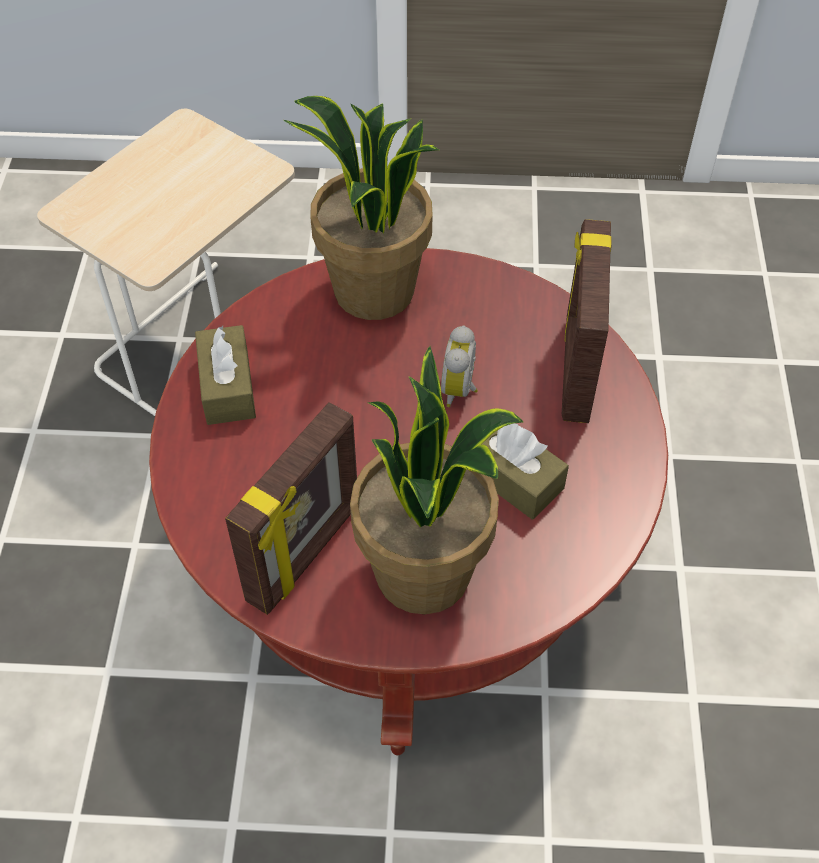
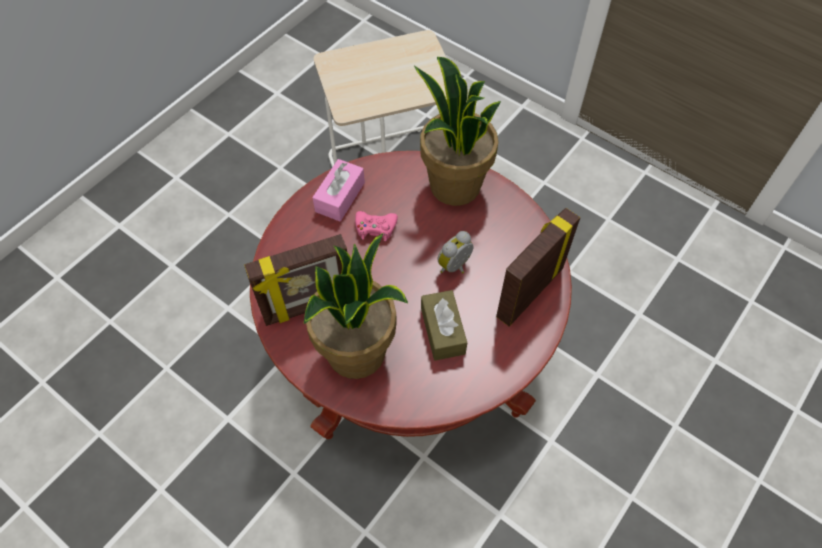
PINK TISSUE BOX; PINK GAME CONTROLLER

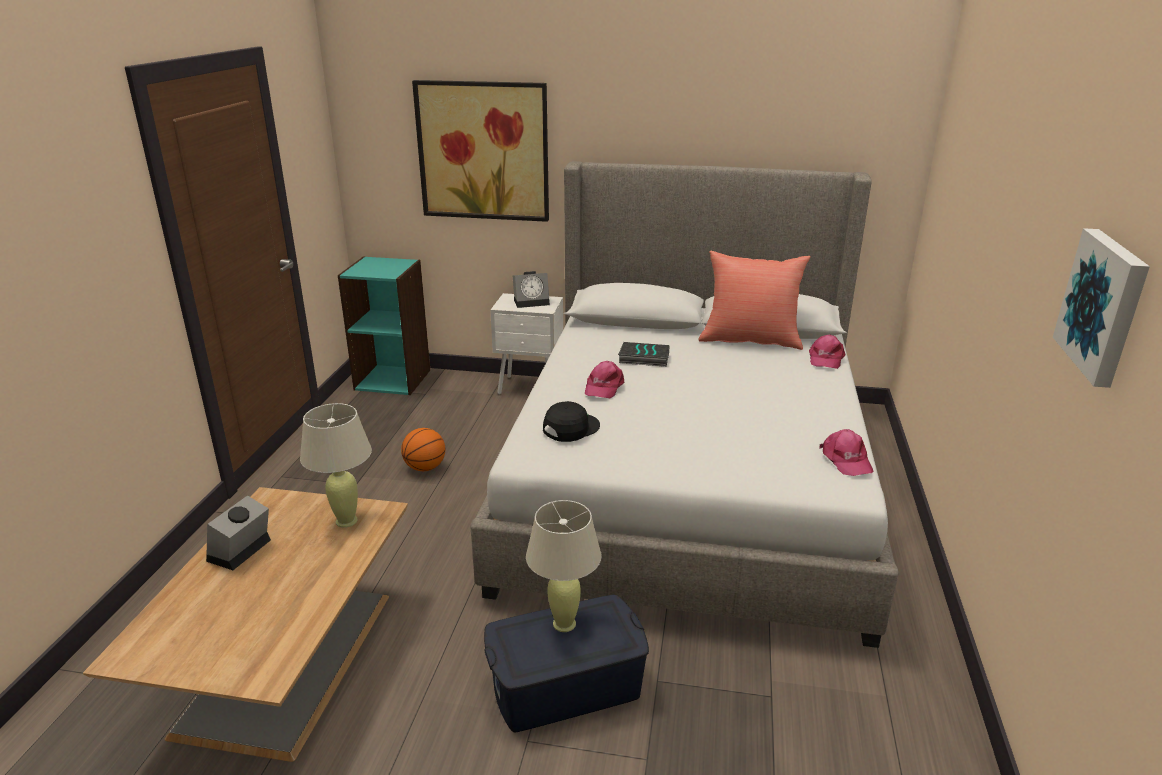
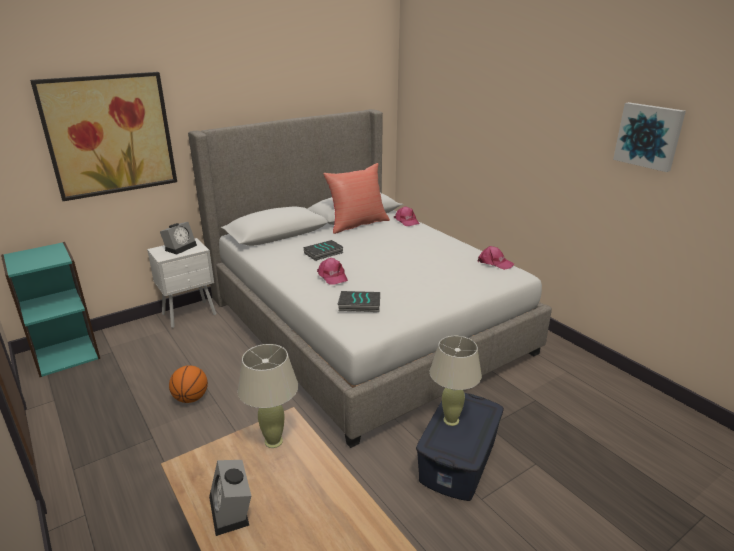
BOOK (no. 2 from left)

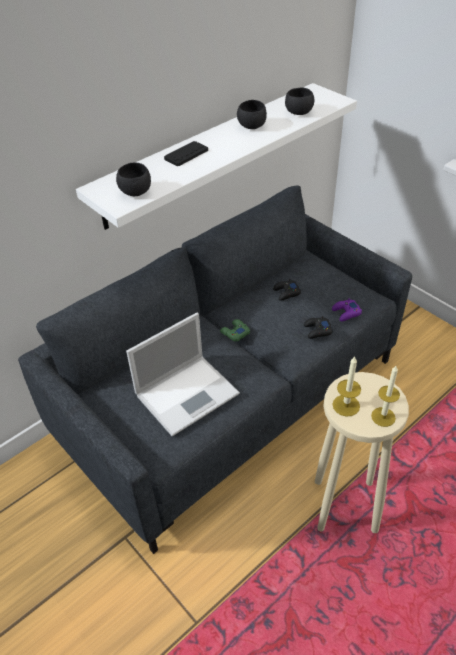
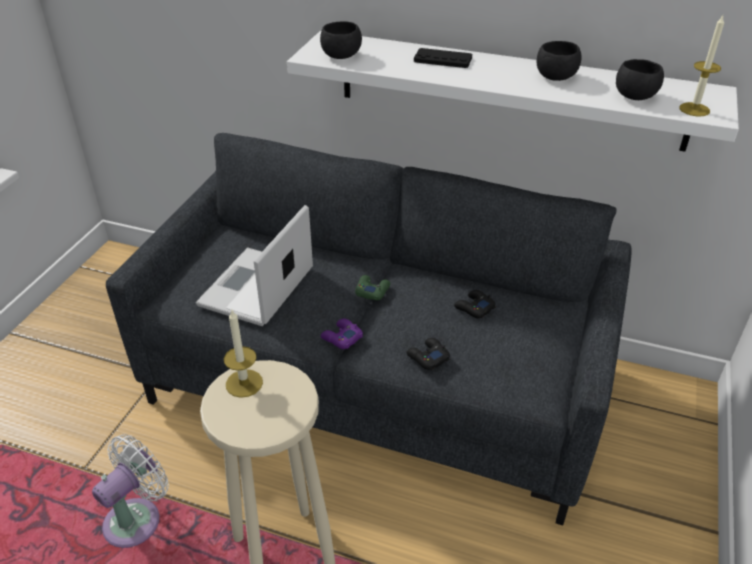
LAPTOP; PURPLE GAME CONTROLLER; CANDLE (no. 2 from left); WHITE FAN

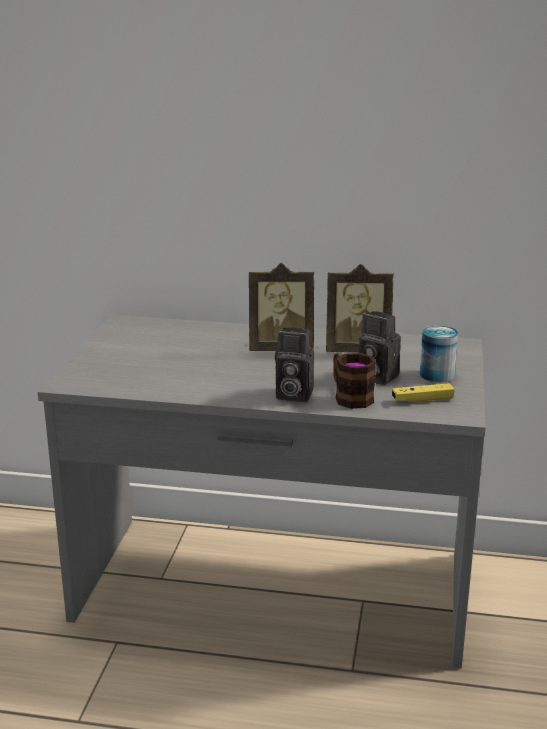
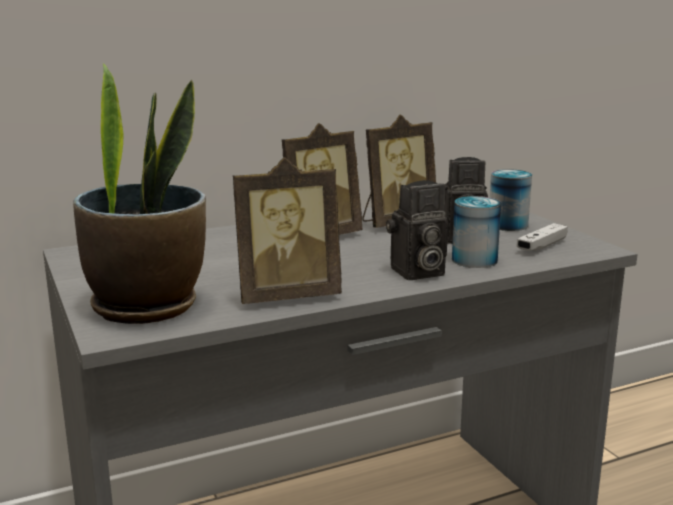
CAN (no. 1 from left); WHITE GAME CONTROLLER; POTTED PLANT; PICTURE FRAME (no. 1 from left)

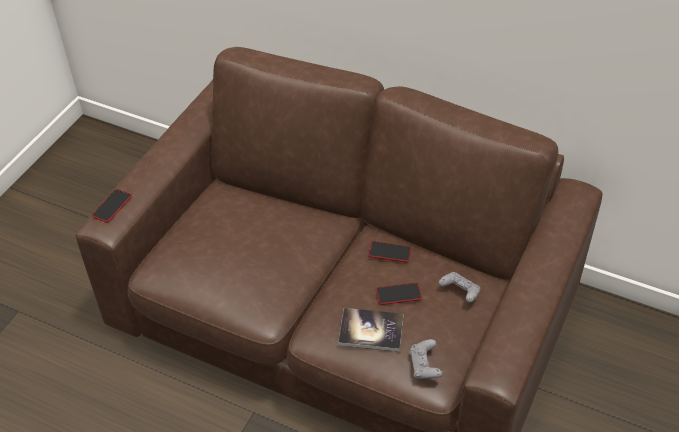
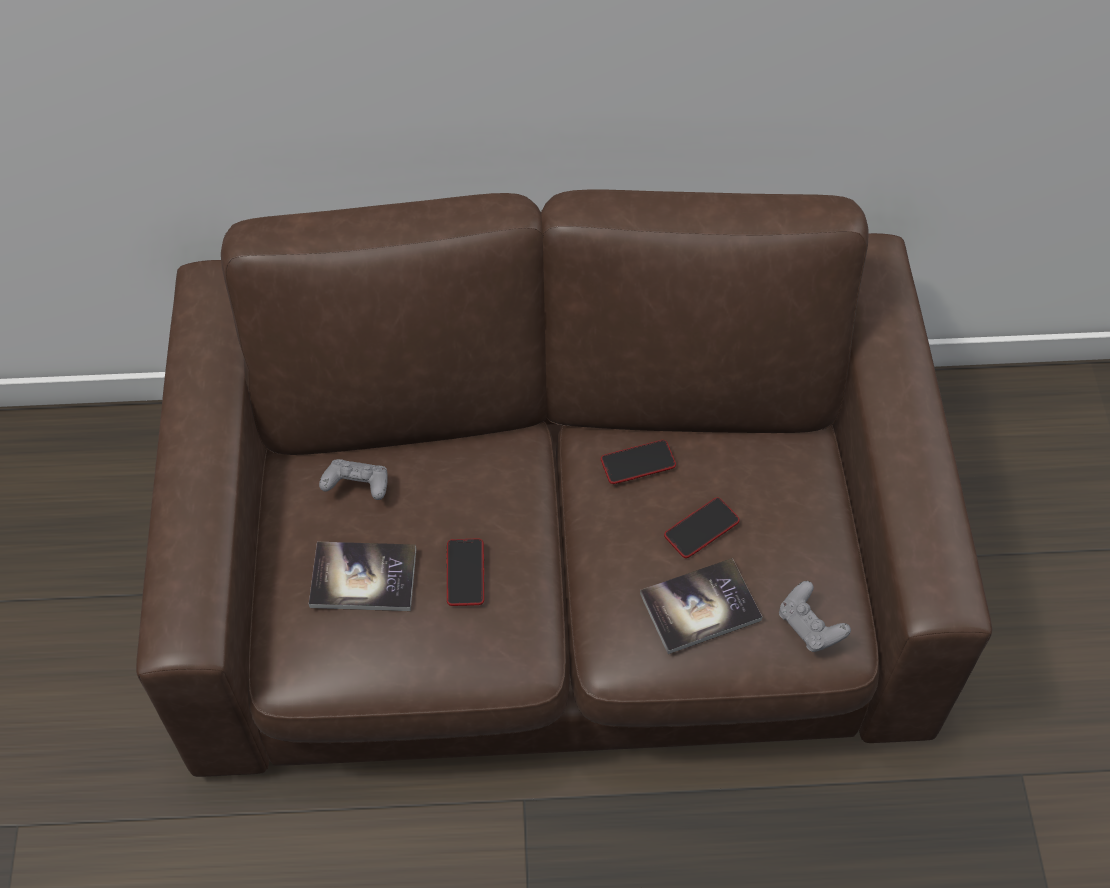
PHONE (no. 1 from left); GREY GAME CONTROLLER (no. 1 from left); BOOK (no. 1 from left)

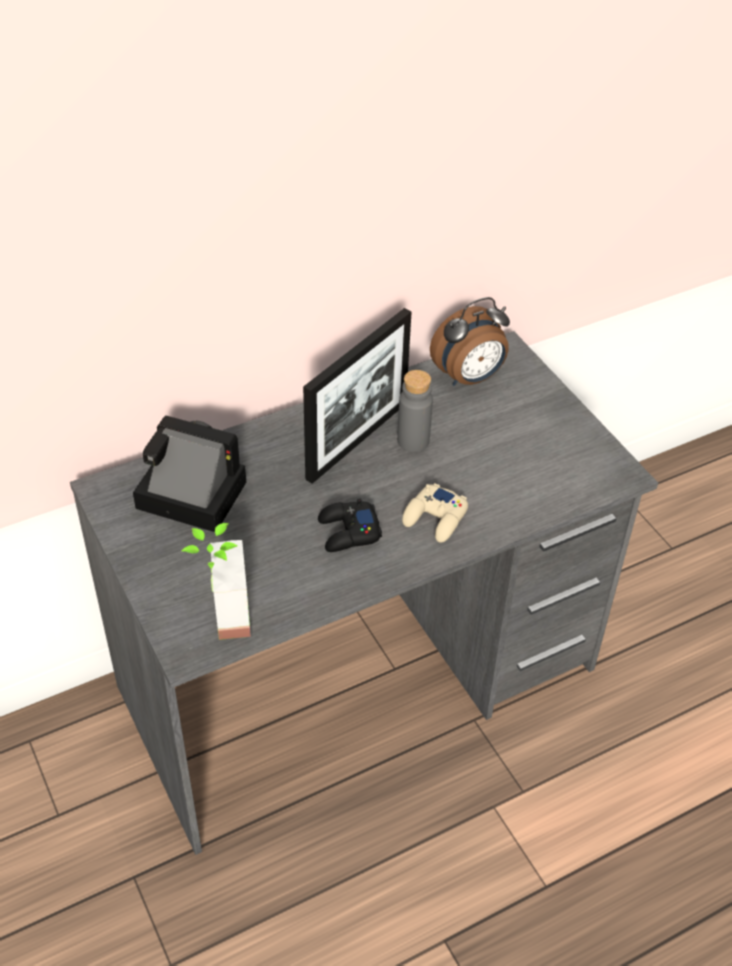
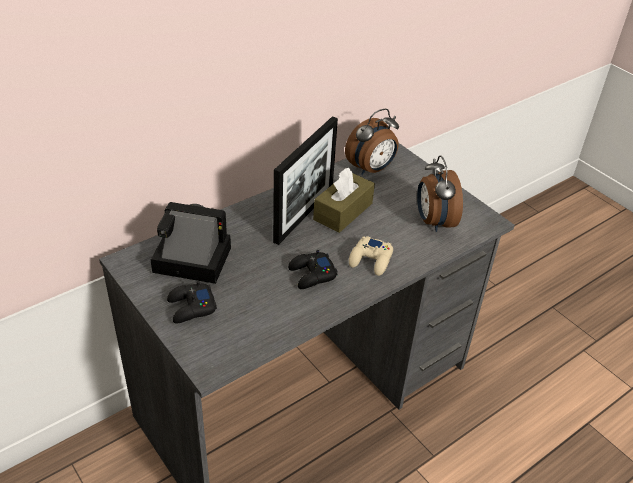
POTTED PLANT; BROWN TISSUE BOX; BLACK GAME CONTROLLER (no. 1 from left); ALARM CLOCK (no. 2 from left)

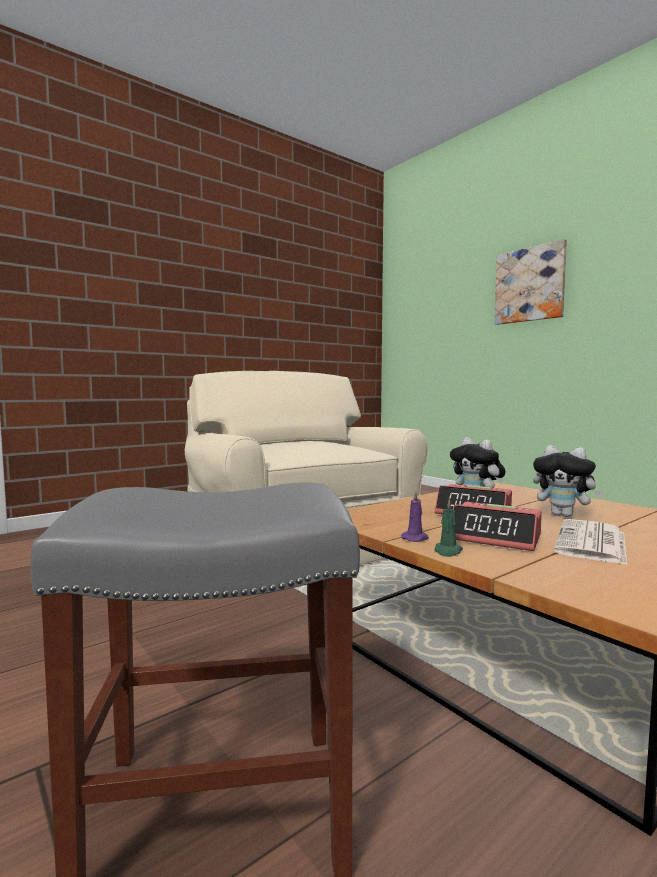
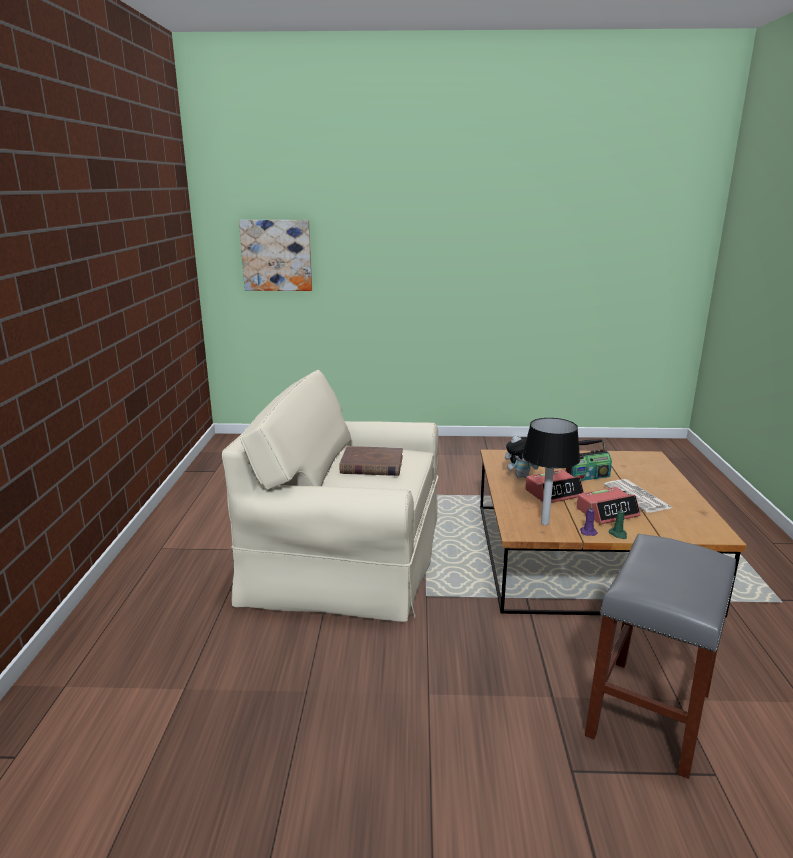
PICTURE; RADIO; BROWN BOOK; TABLE LAMP

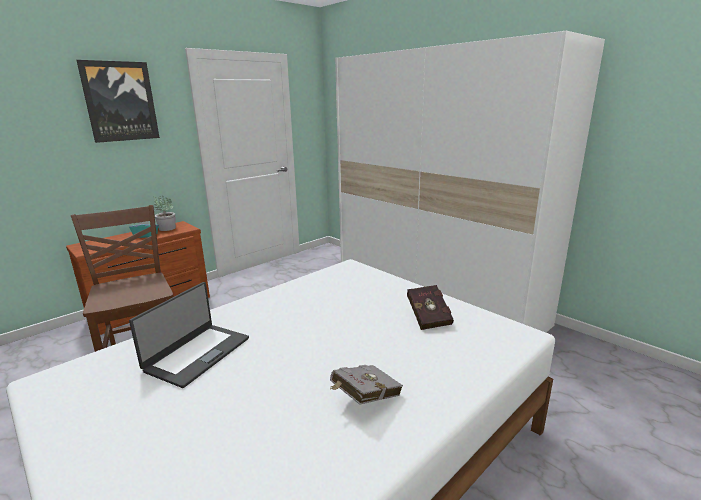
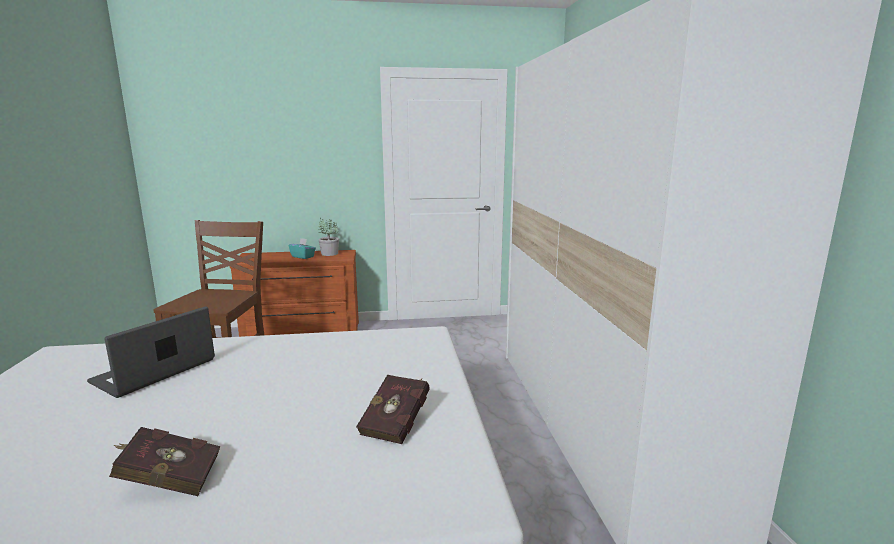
PICTURE; LAPTOP; RED BOOK (no. 1 from left)

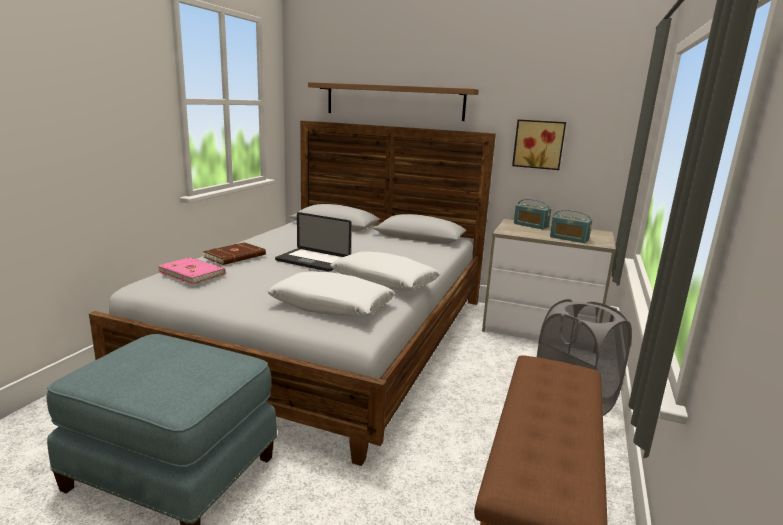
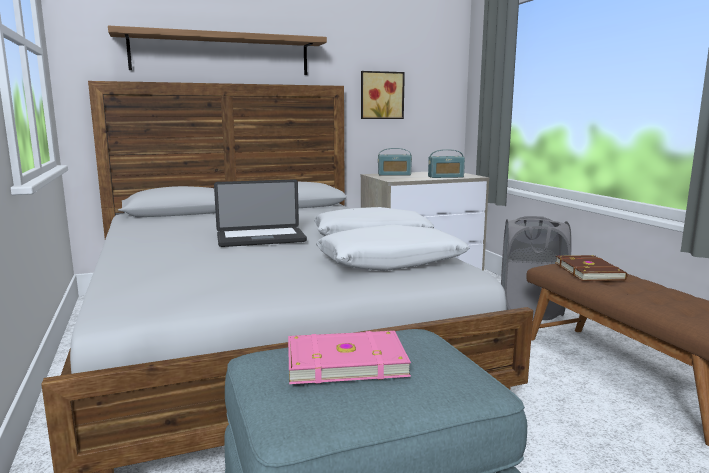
PINK BOOK; BROWN BOOK

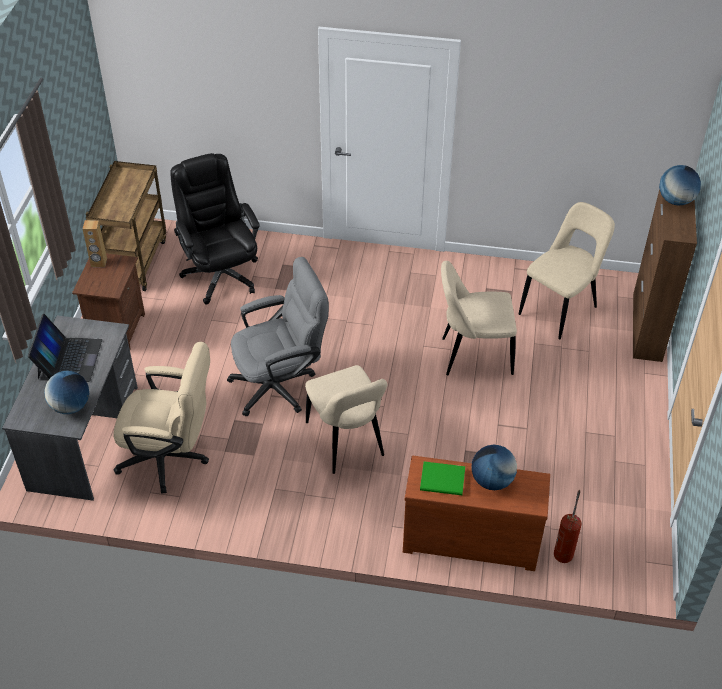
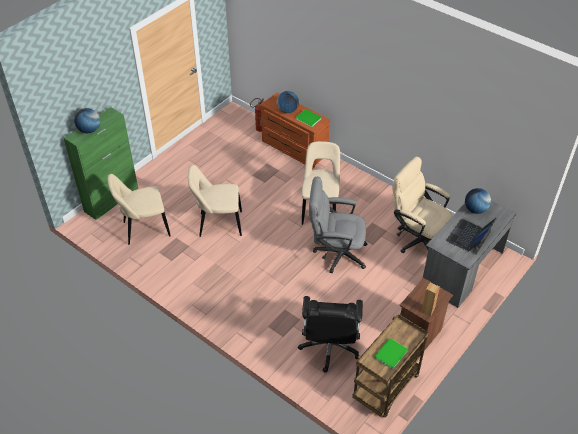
BEIGE CHAIR (no. 2 from left); GREEN CABINET; GREEN BOOK (no. 2 from left)

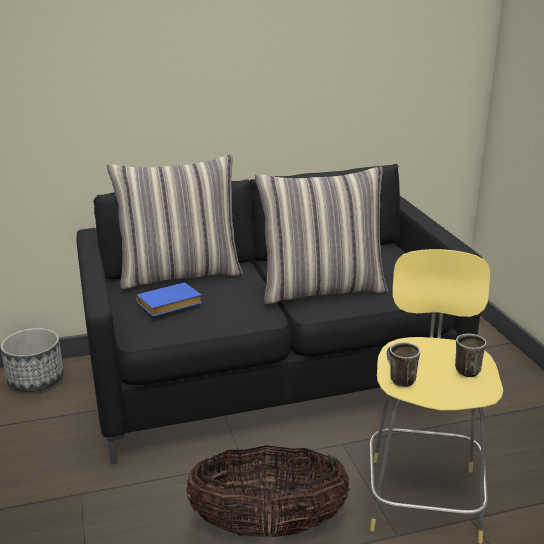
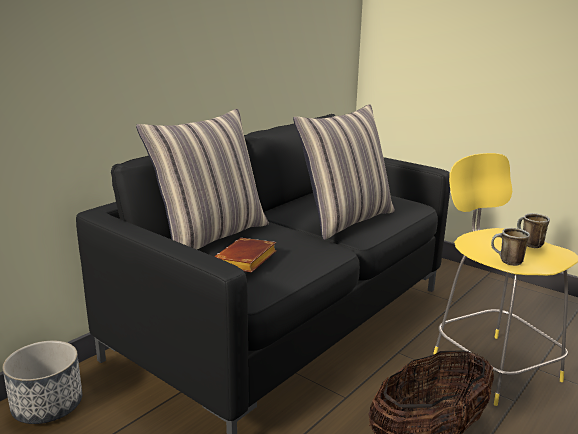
BROWN BOOK

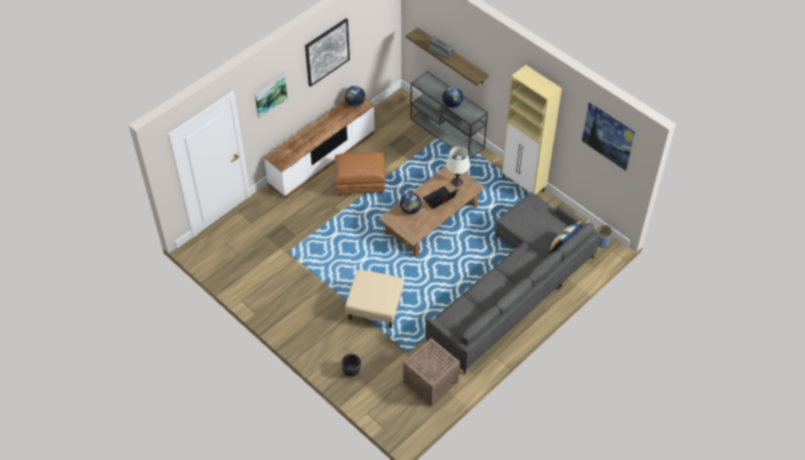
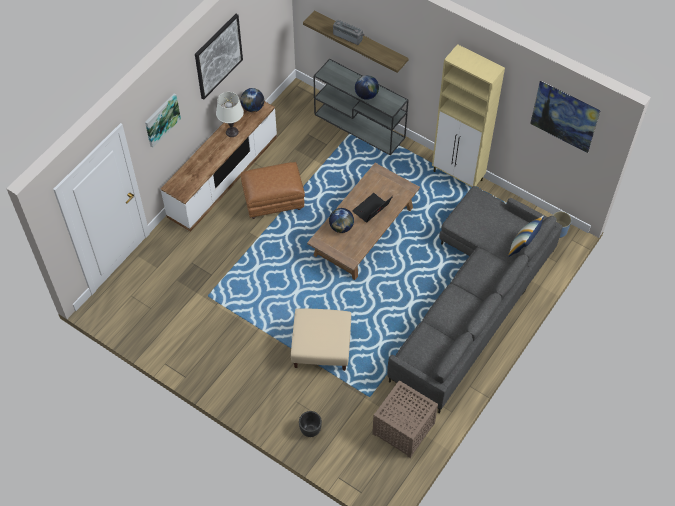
WHITE TABLE LAMP

